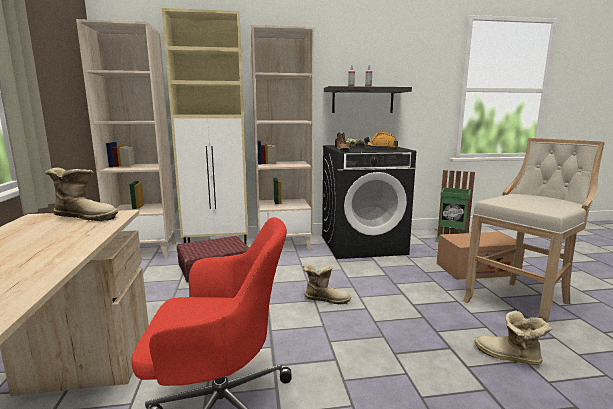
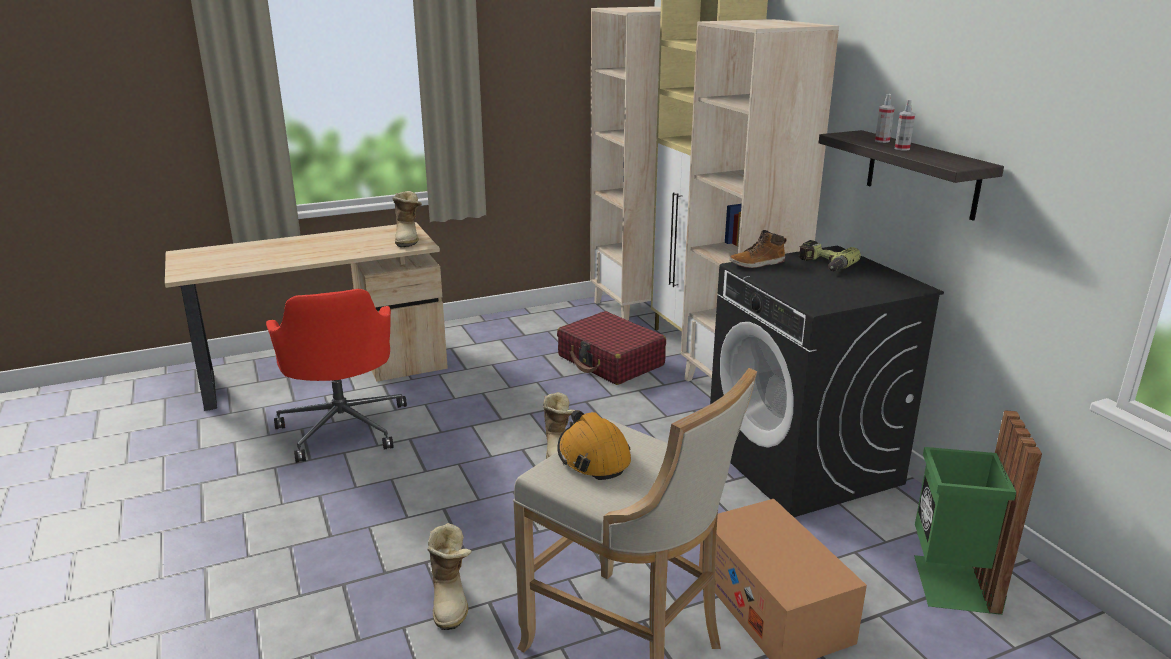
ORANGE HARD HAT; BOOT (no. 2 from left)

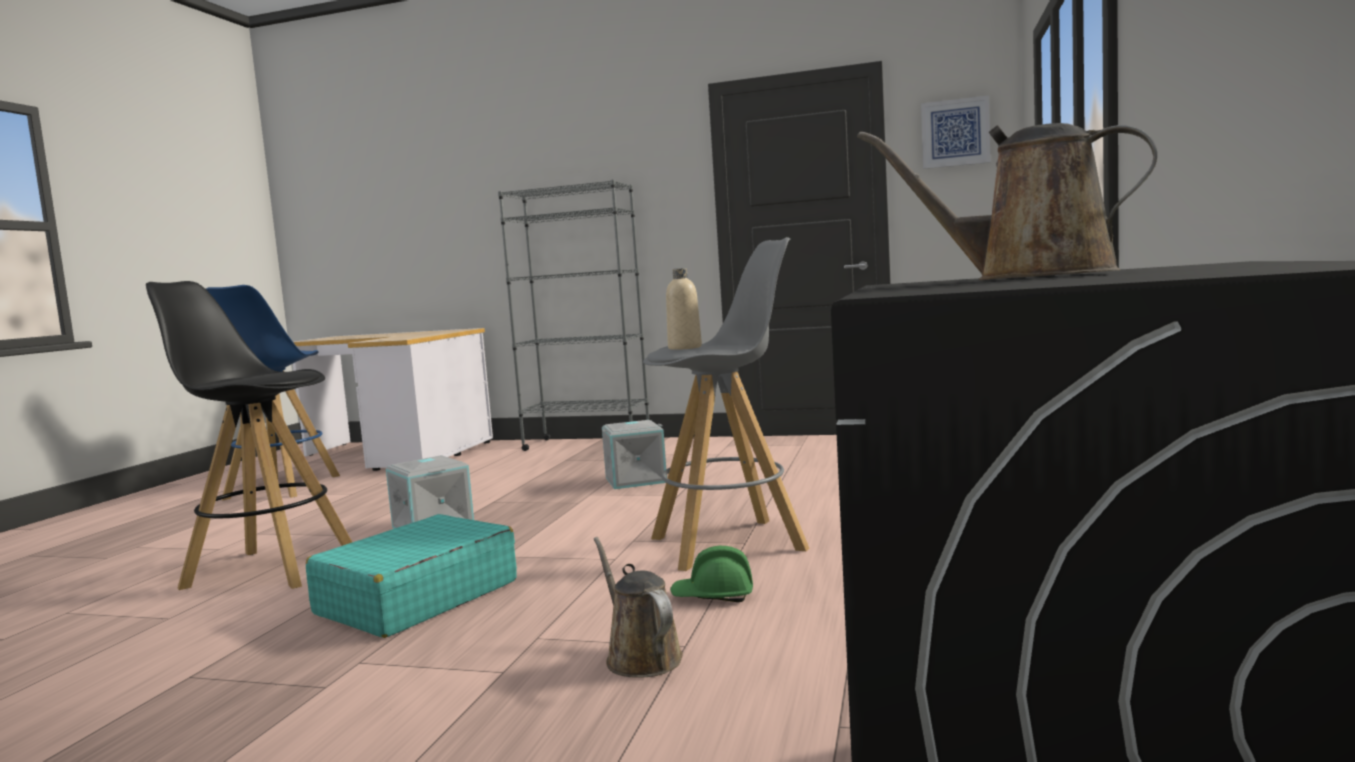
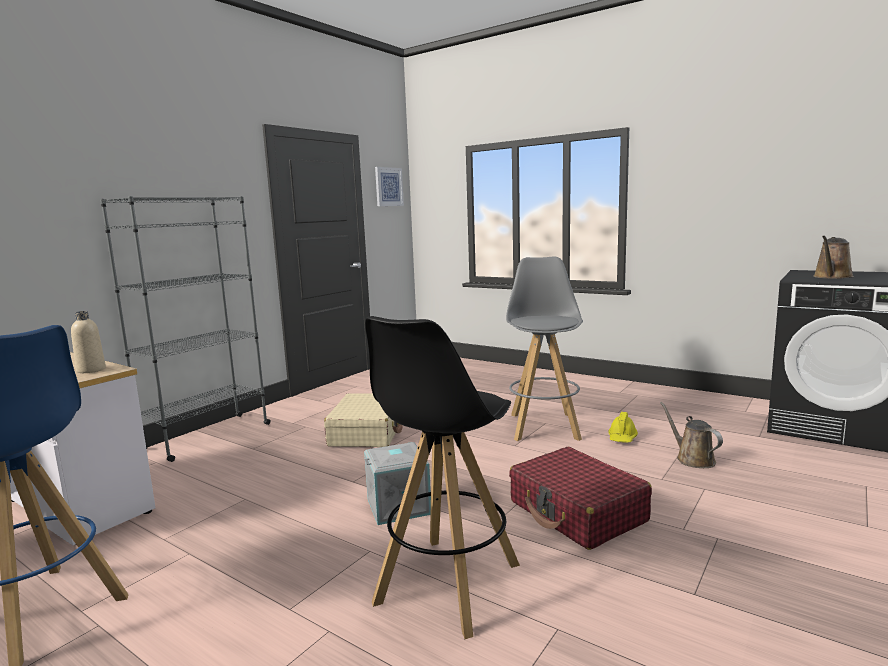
RED SUITCASE; BROWN WATERING CAN (no. 1 from left); BEIGE SUITCASE; BEIGE BOTTLE; YELLOW HARD HAT

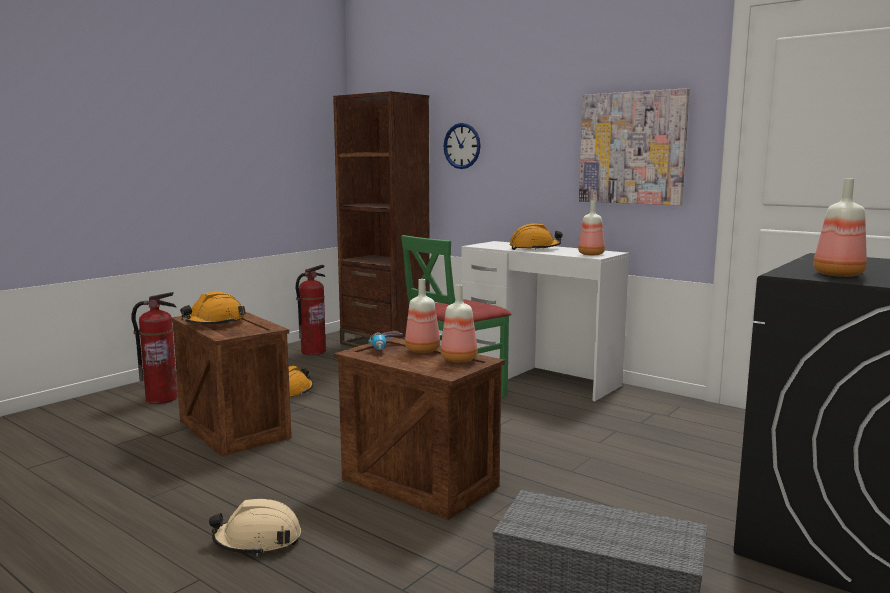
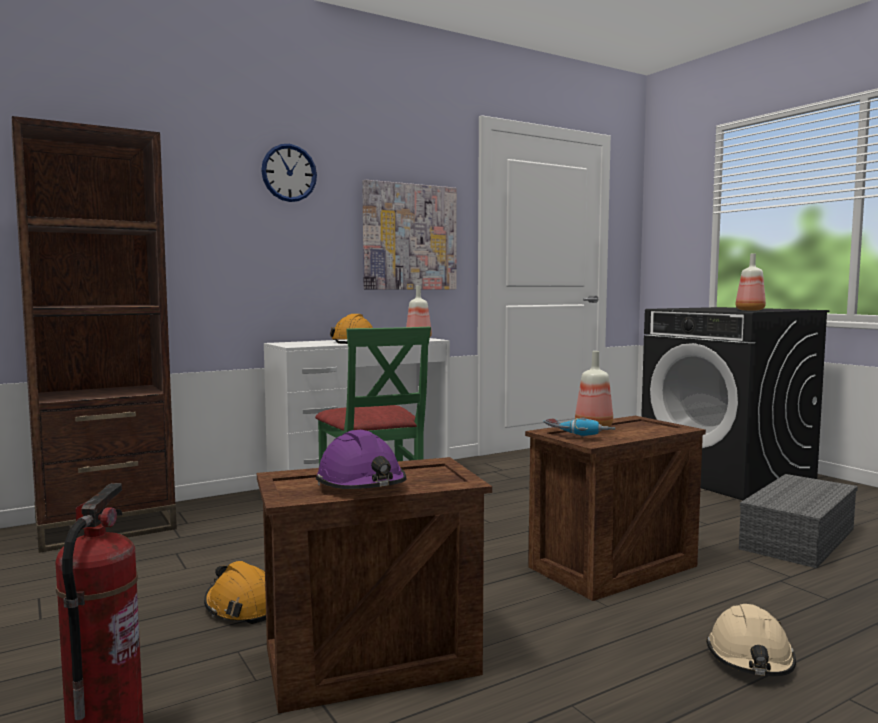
PURPLE HARD HAT; FIRE EXTINGUISHER (no. 2 from left in the first image); BOTTLE (no. 2 from left in the first image); WALL CLOCK

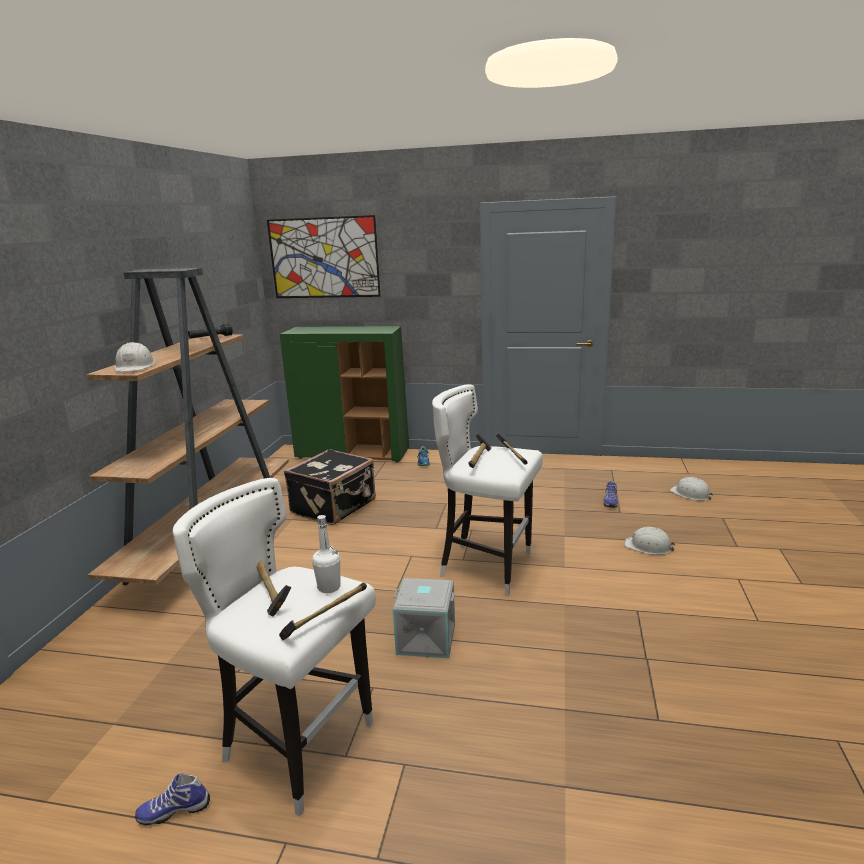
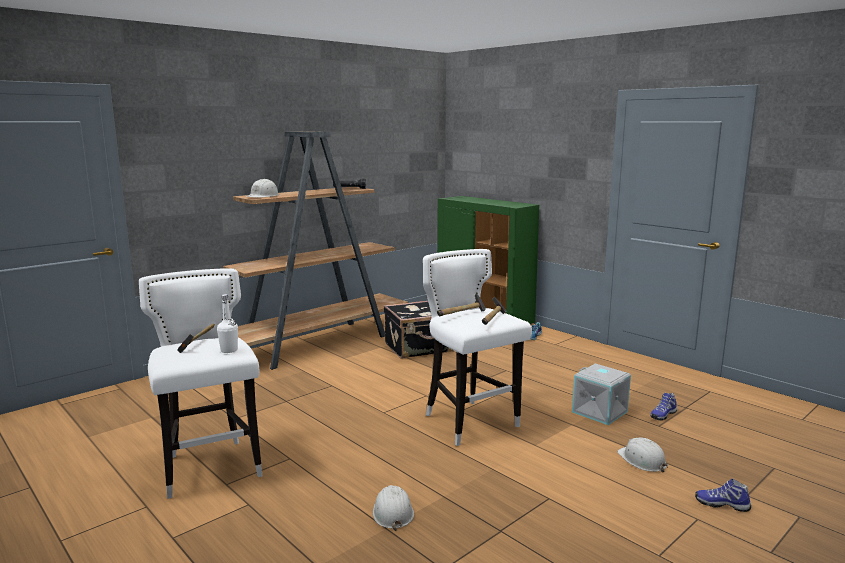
SHOE (no. 3 from left); PICTURE; HAMMER (no. 2 from left in the first image); GREY STORAGE BOX; WHITE HARD HAT (no. 2 from left)

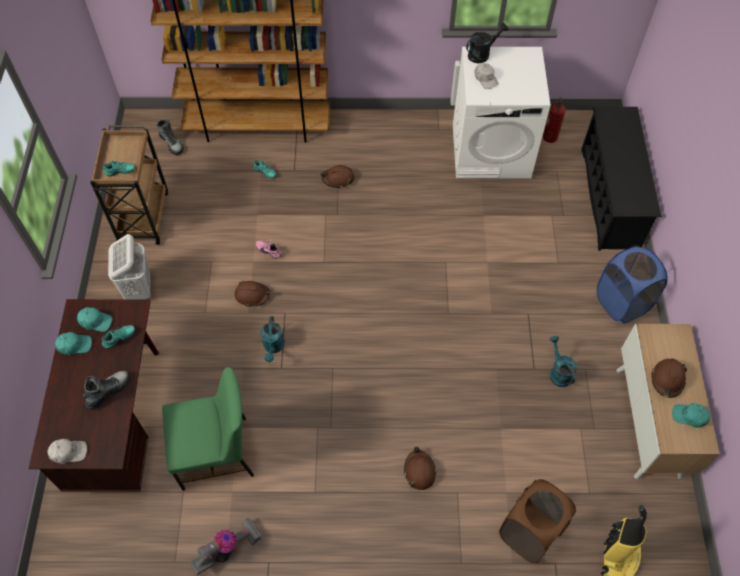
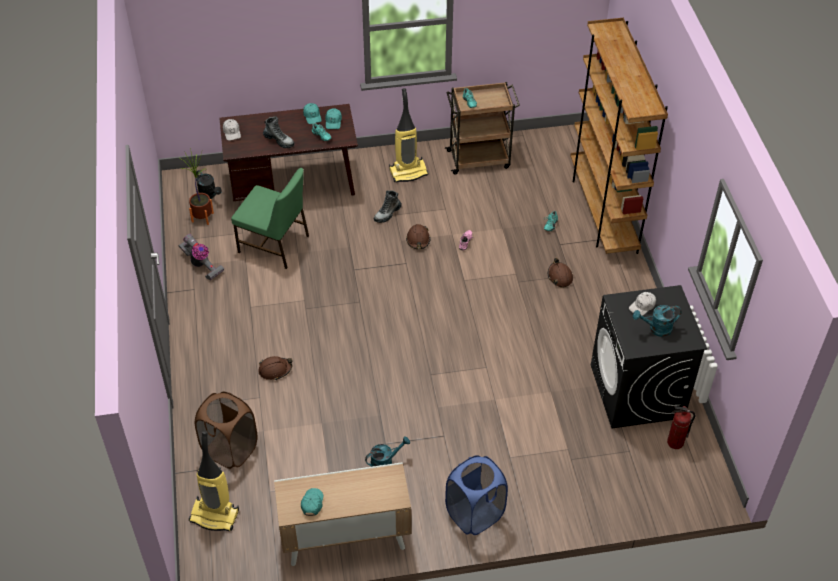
VACUUM CLEANER (no. 3 from left); BOOT (no. 2 from left); GREEN CHAIR; TURQUOISE WATERING CAN (no. 2 from left); BLACK WASHING MACHINE; BLACK WATERING CAN; BLACK SHOE RACK; BROWN HARD HAT (no. 4 from left in the first image); POTTED PLANT

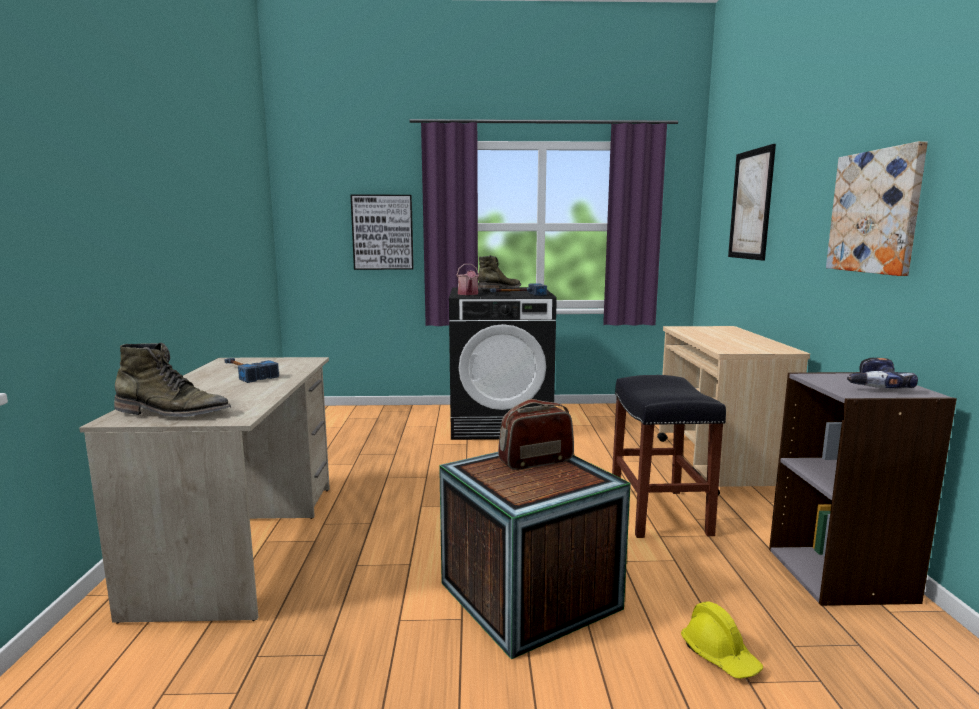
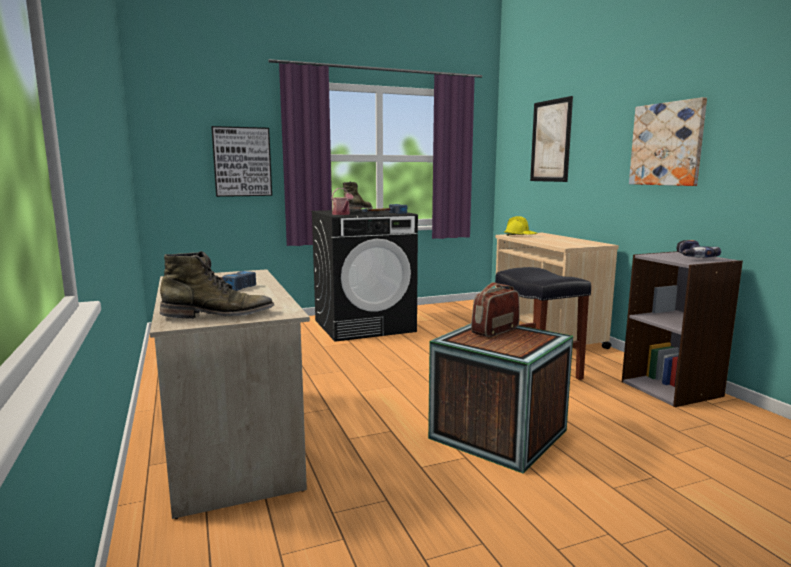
YELLOW HARD HAT

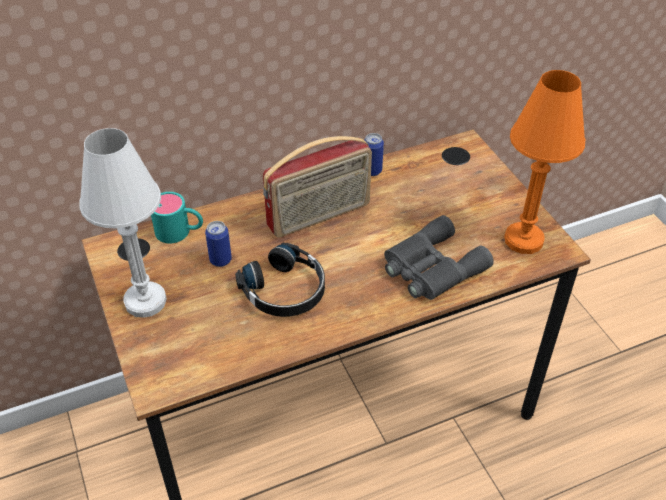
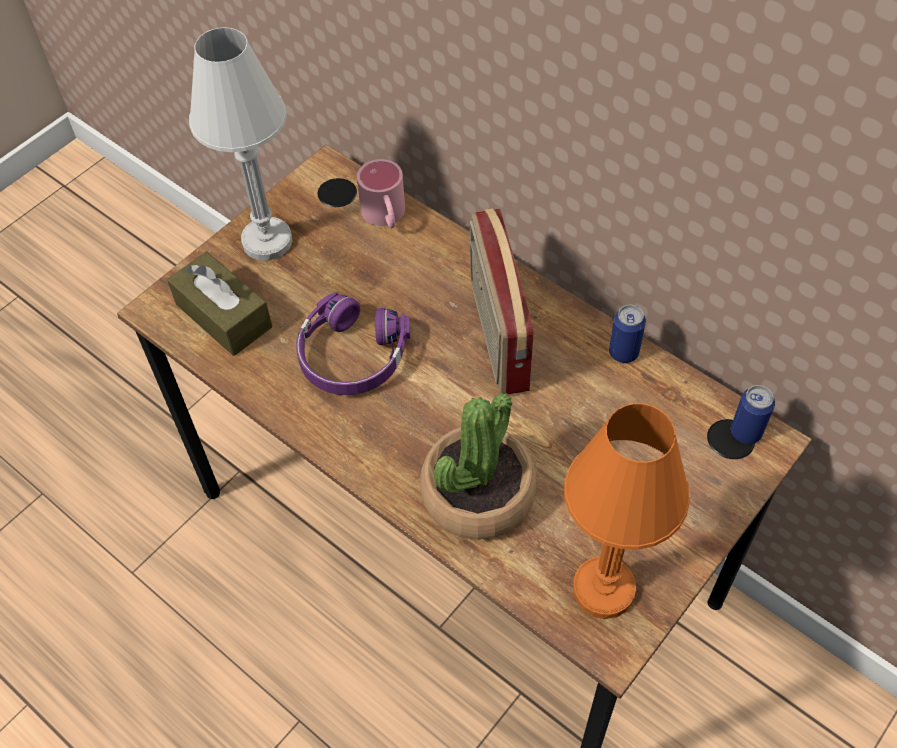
PINK MUG; CAN (no. 2 from left); PURPLE HEADPHONES; RADIO; POTTED PLANT; BROWN TISSUE BOX

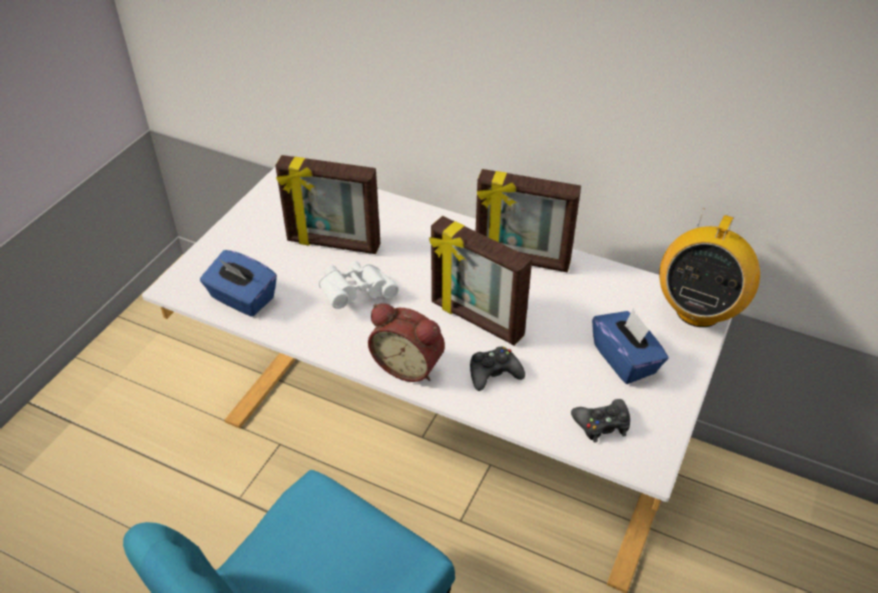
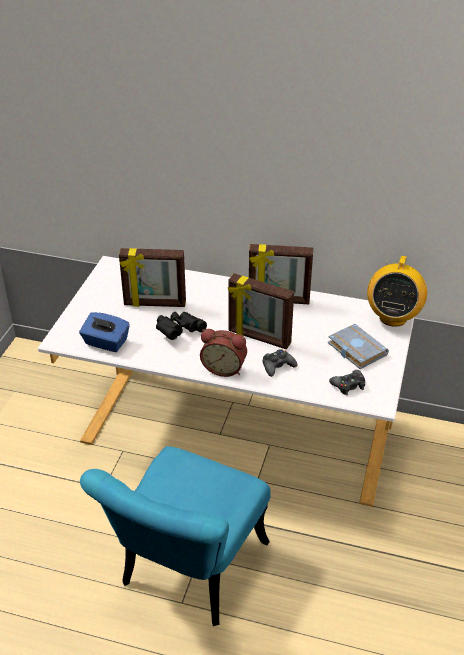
BLACK BINOCULARS; GREY BOOK

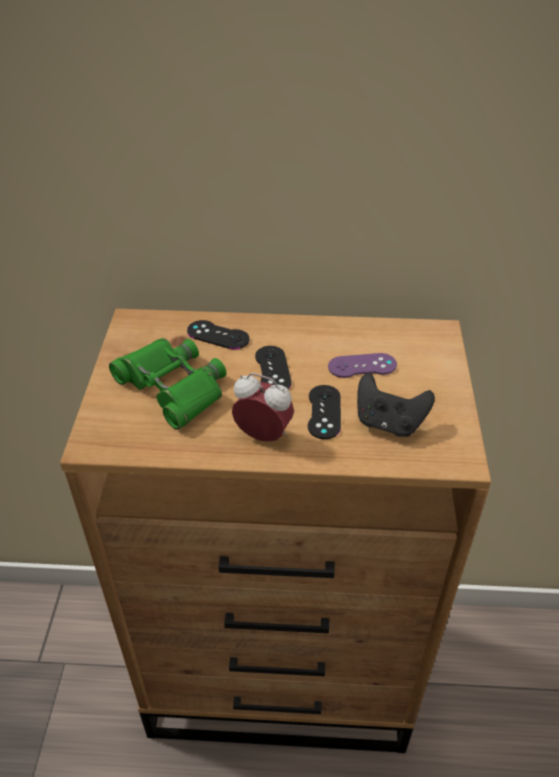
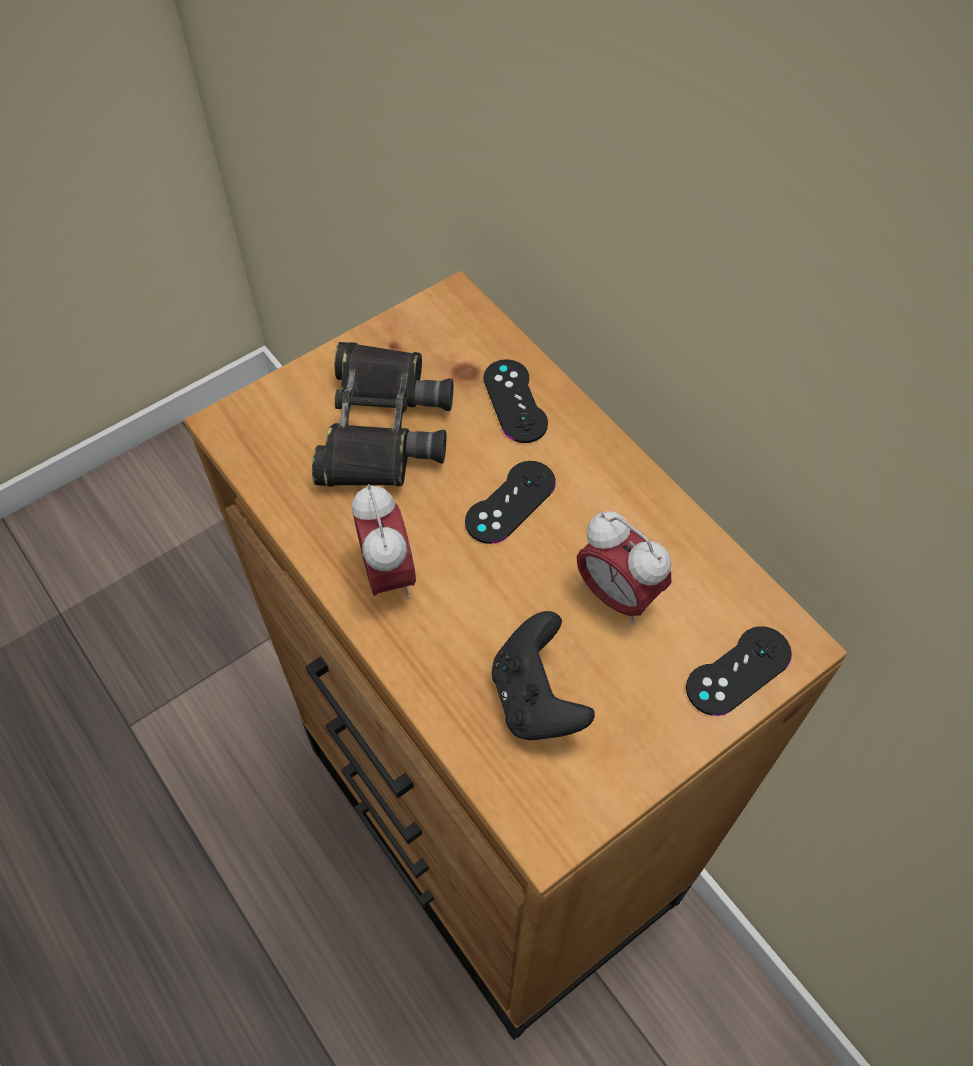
BLACK BINOCULARS; BLACK GAME CONTROLLER (no. 4 from left); ALARM CLOCK (no. 2 from left)

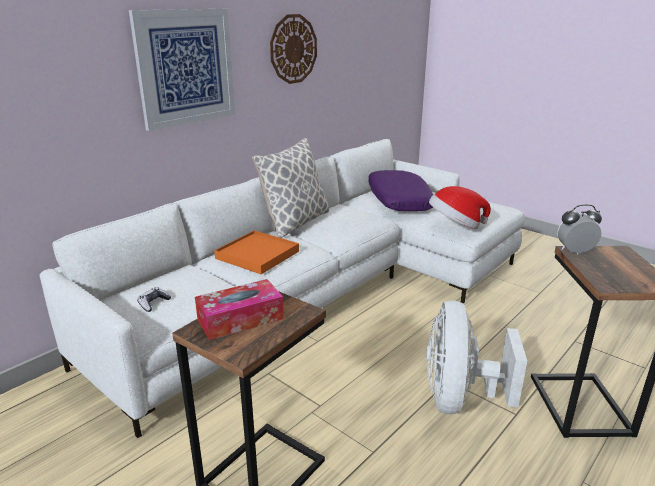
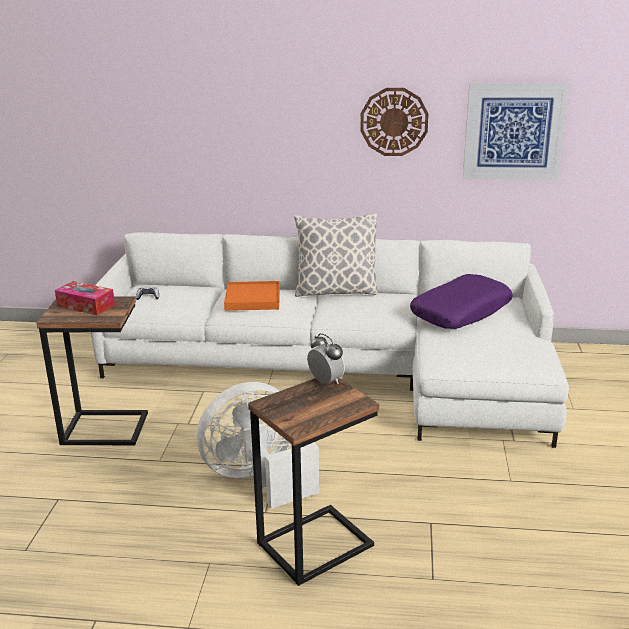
PICTURE; HAT

